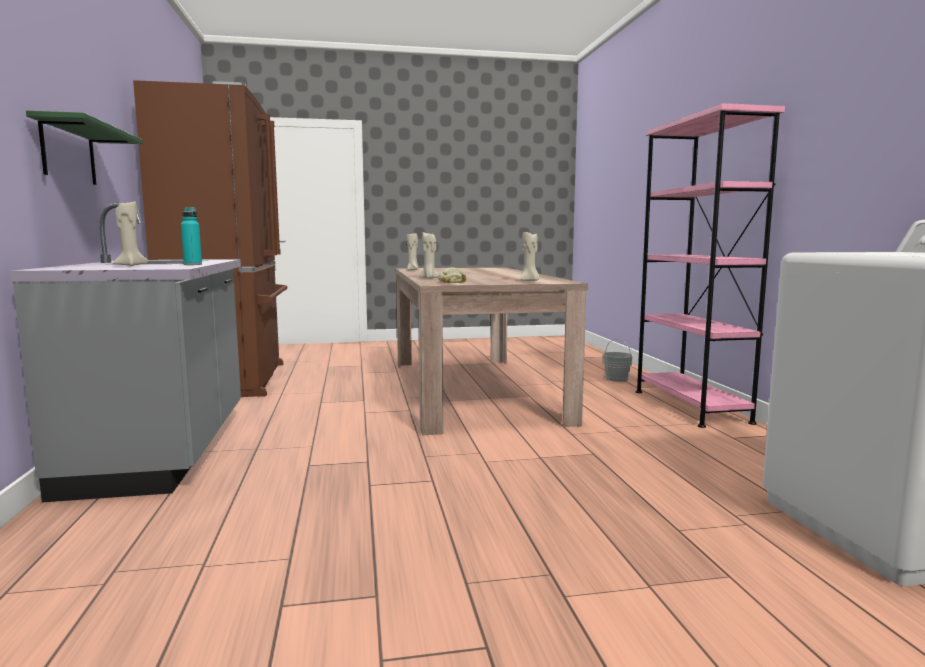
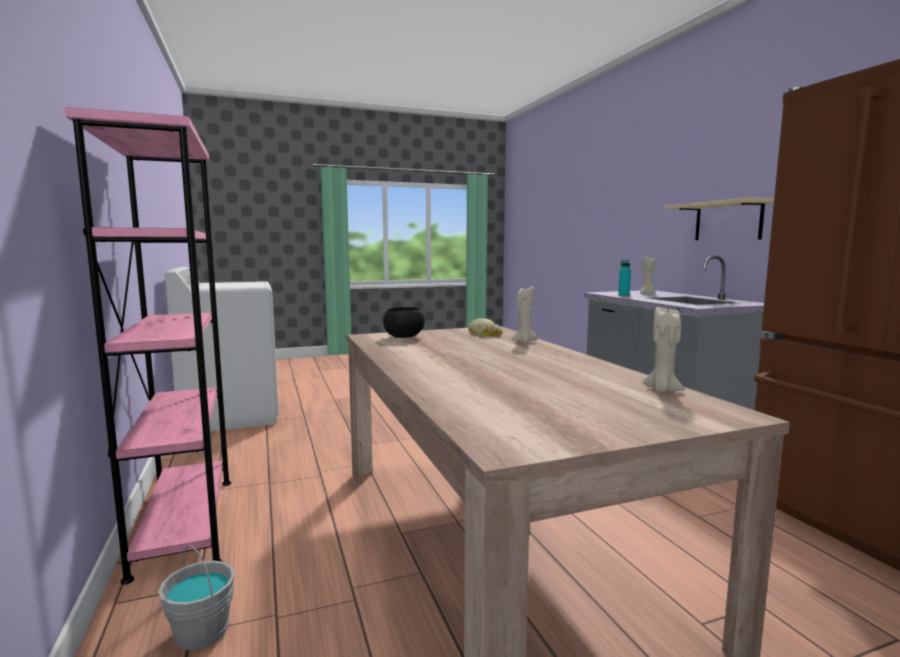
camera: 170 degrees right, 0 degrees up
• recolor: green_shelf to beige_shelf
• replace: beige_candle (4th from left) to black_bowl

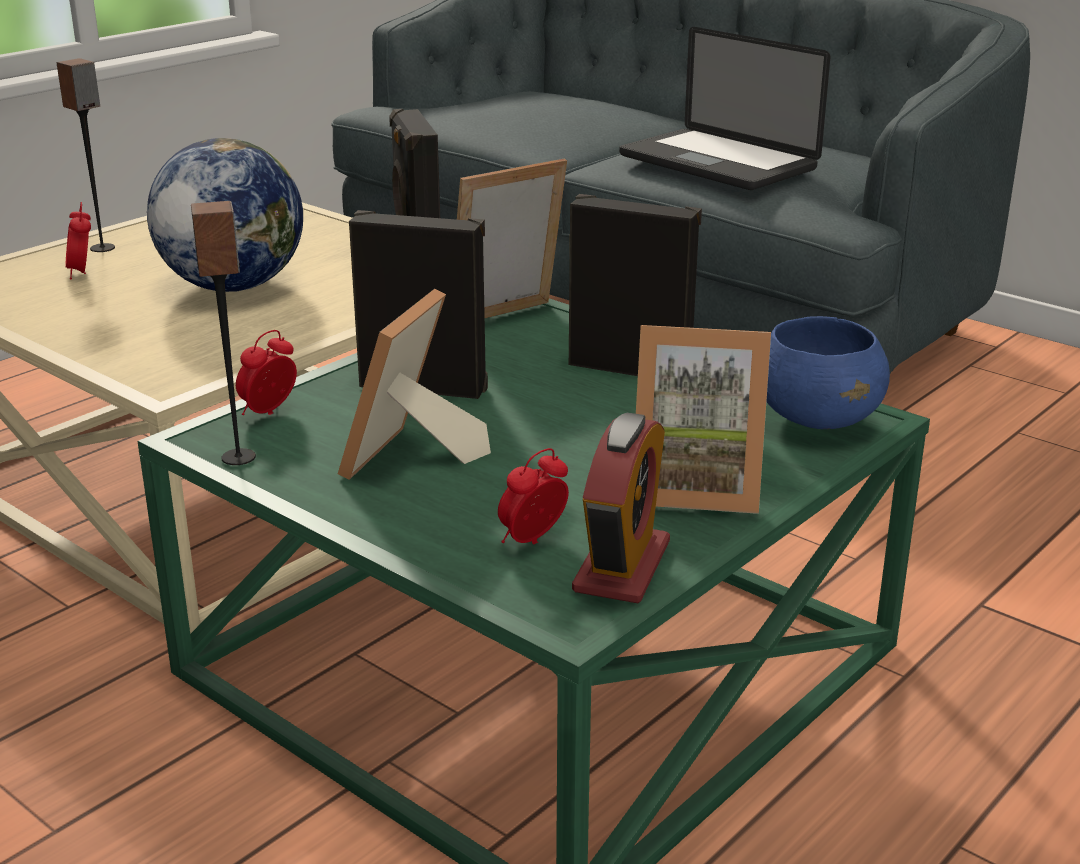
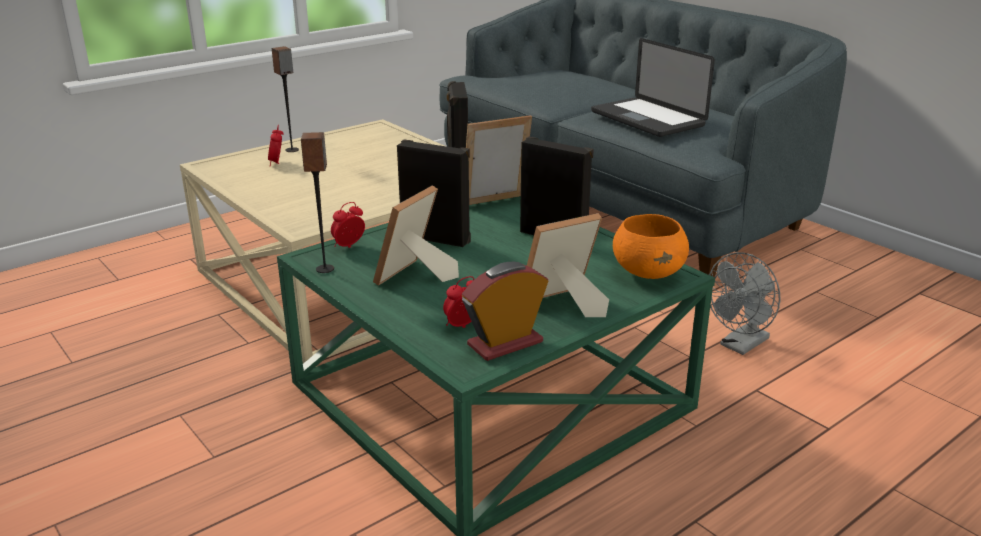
camera: 10 degrees right, 0 degrees up
• delete: globe
• rotate: alarm_clock (4th from left) 150 degrees counterclockwise
• rotate: picture_frame (3rd from left) 135 degrees clockwise
• recolor: blue_bowl to orange_bowl
• insert: grey_fan

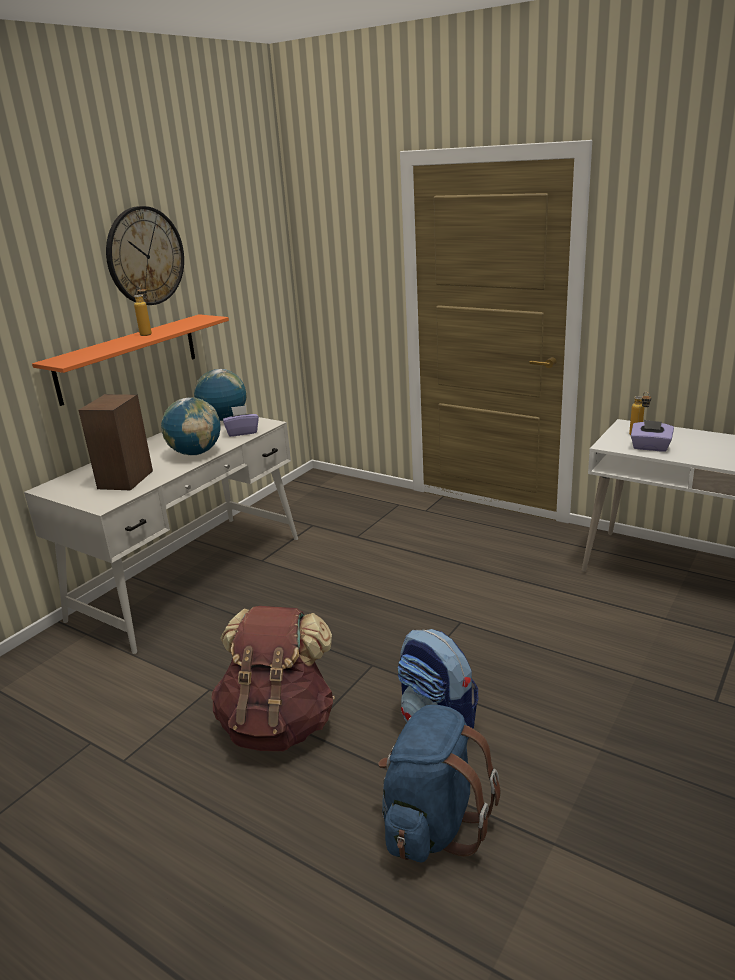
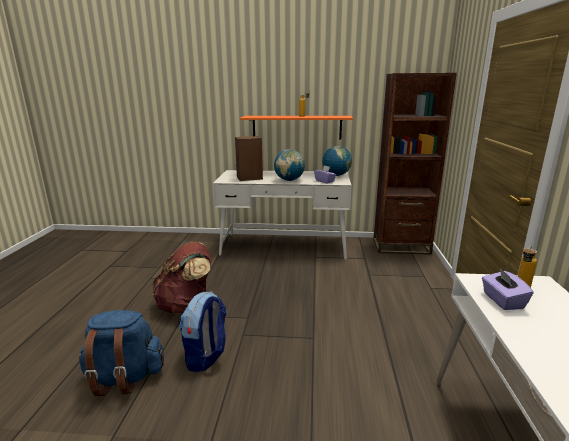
camera: 60 degrees right, 5 degrees down
• delete: wall_clock
• insert: brown_bookcase

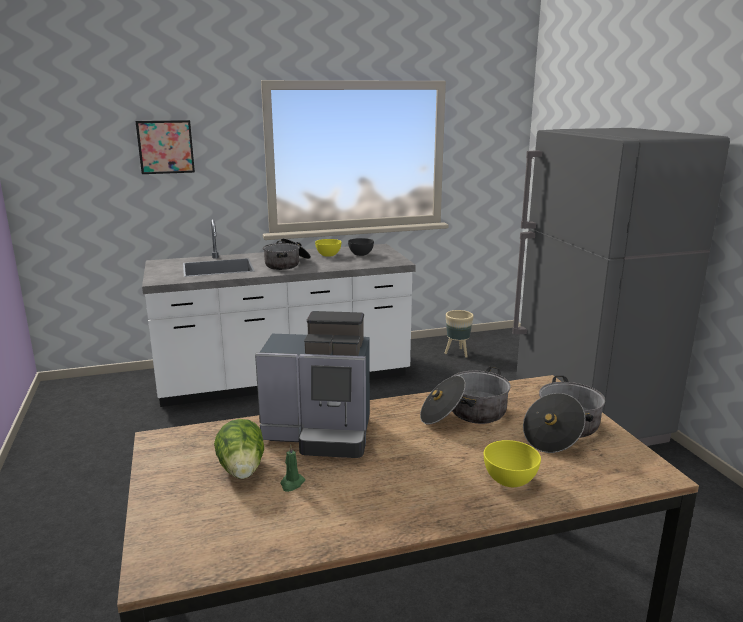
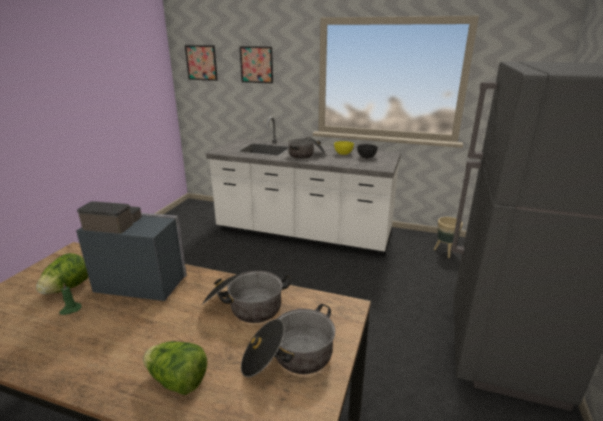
camera: 35 degrees right, 5 degrees up
• rotate: coffee_machine 150 degrees clockwise
• replace: yellow_bowl (2nd from left) to lettuce (2nd from left)
• insert: picture (1st from left)

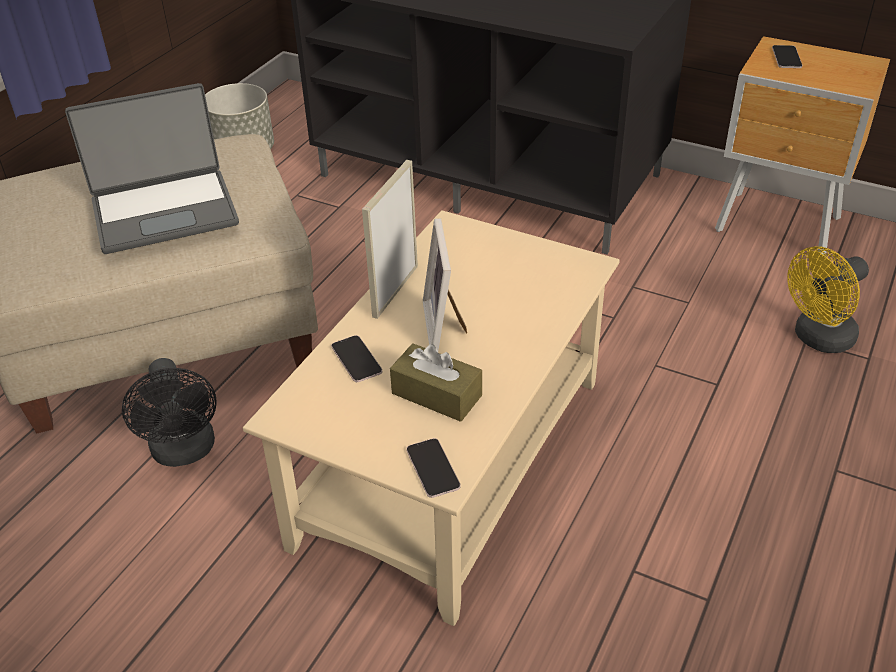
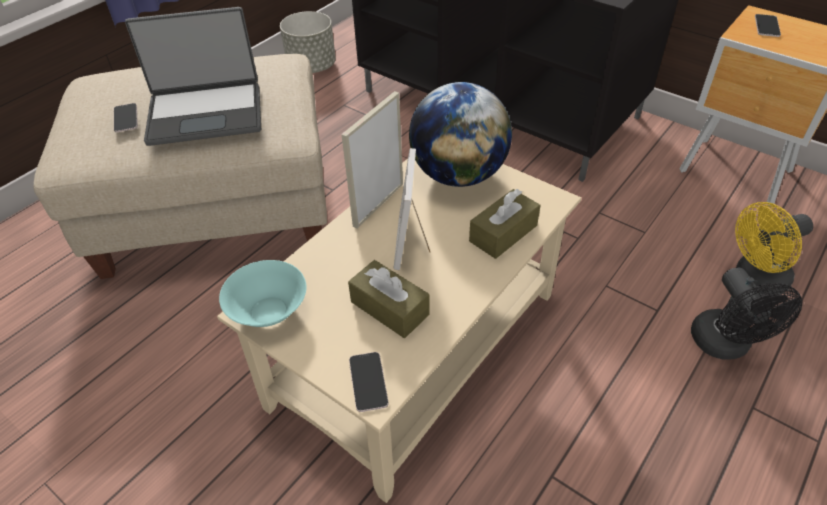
camera: 10 degrees right, 5 degrees up
• move: black_fan
• move: phone (1st from left)
• insert: turquoise_bowl
• insert: globe
• insert: brown_tissue_box (2nd from left)

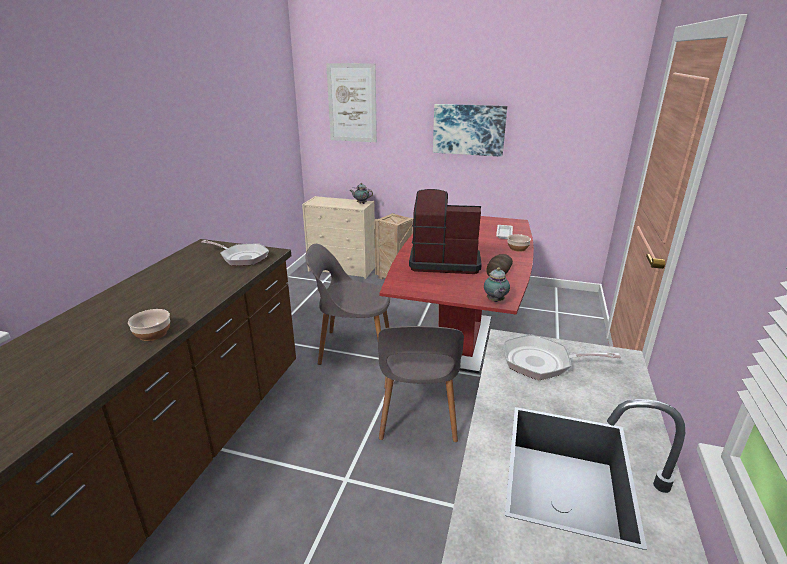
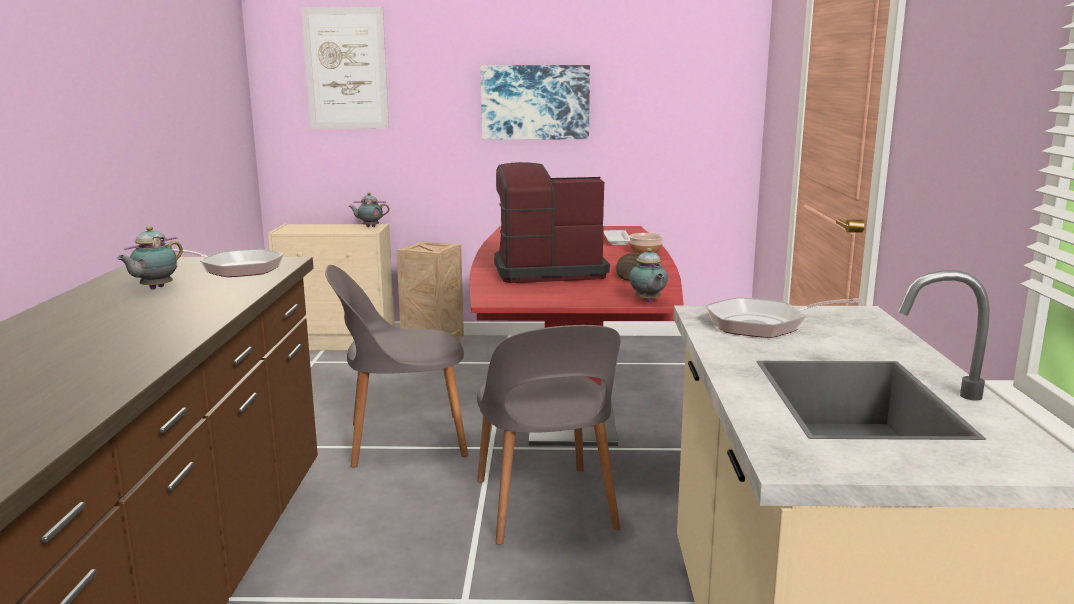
camera: 15 degrees left, 10 degrees down
• delete: bowl (1st from left)
• insert: teapot (1st from left)

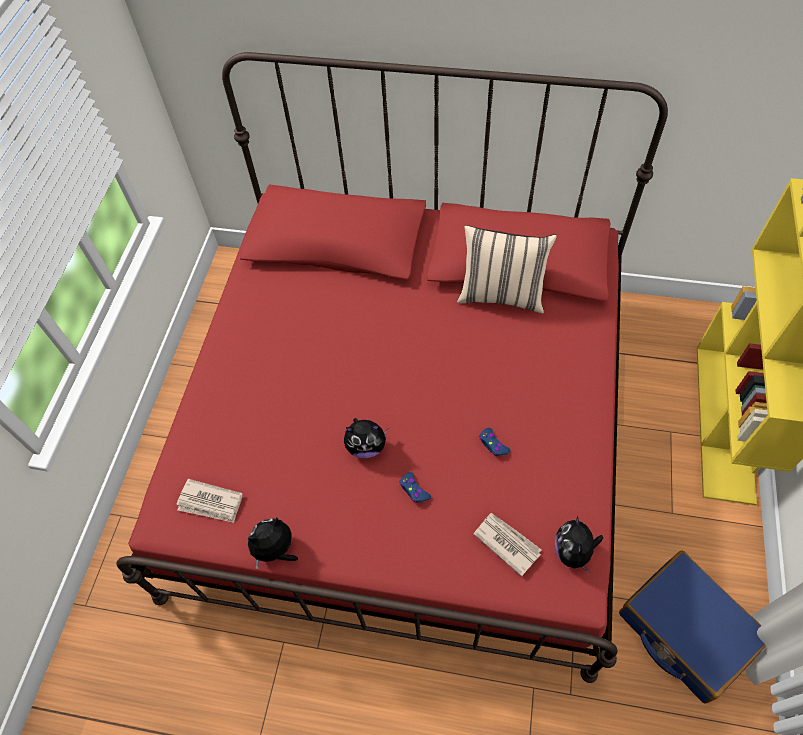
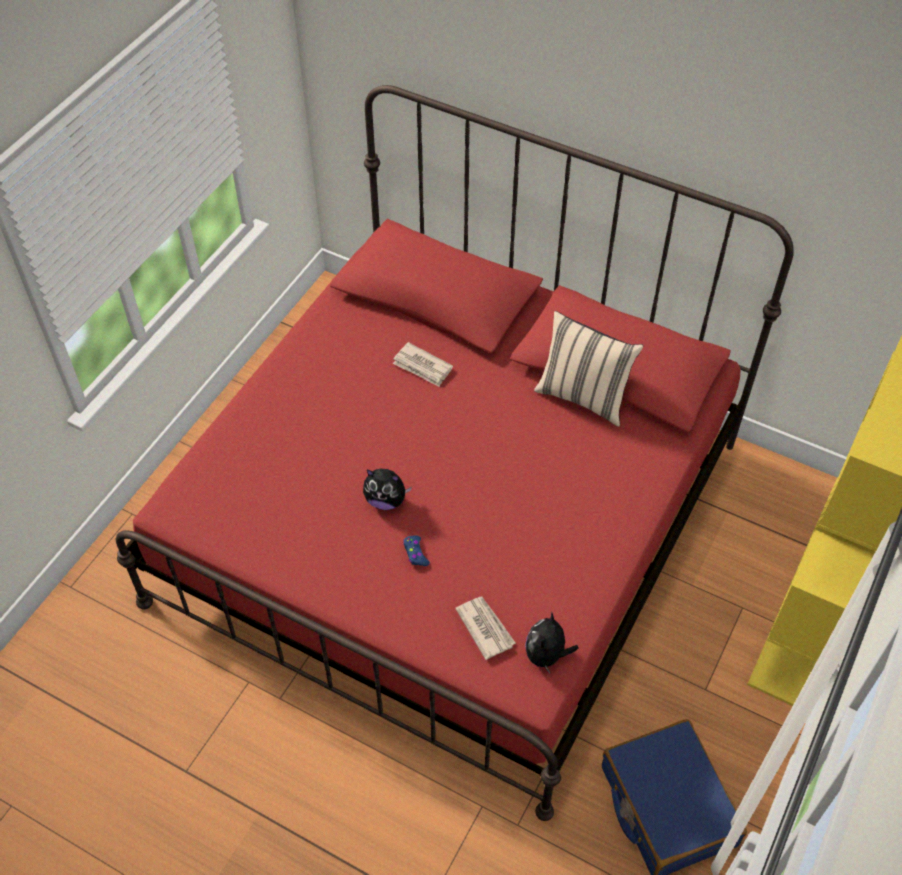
camera: 15 degrees right, 5 degrees down
• move: newspaper (1st from left)
• delete: plush_toy (1st from left)
• delete: blue_game_controller (2nd from left)

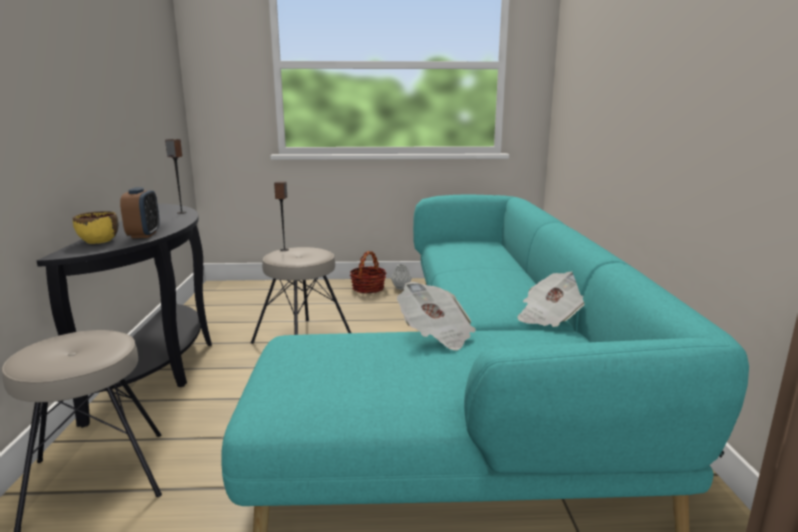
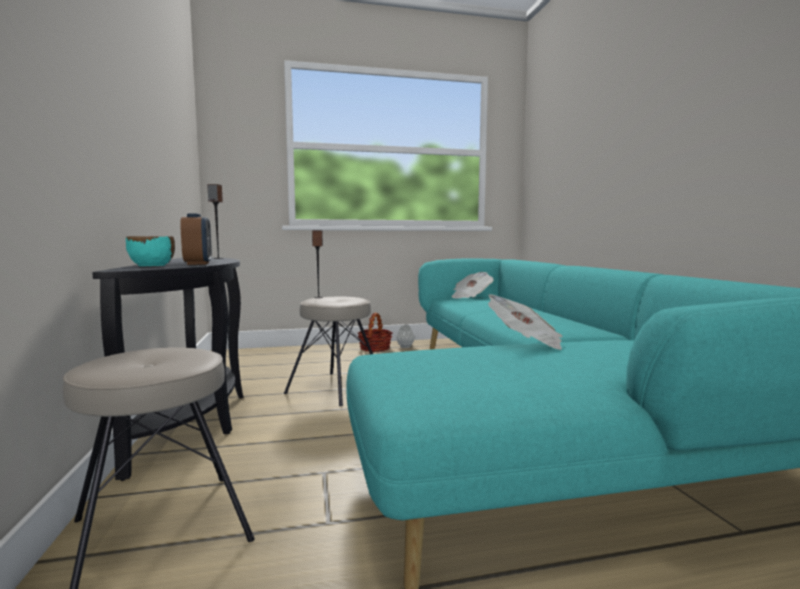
camera: 10 degrees left, 10 degrees down
• recolor: yellow_bowl to turquoise_bowl
• move: newspaper (2nd from left in the first image) to newspaper (1st from left)

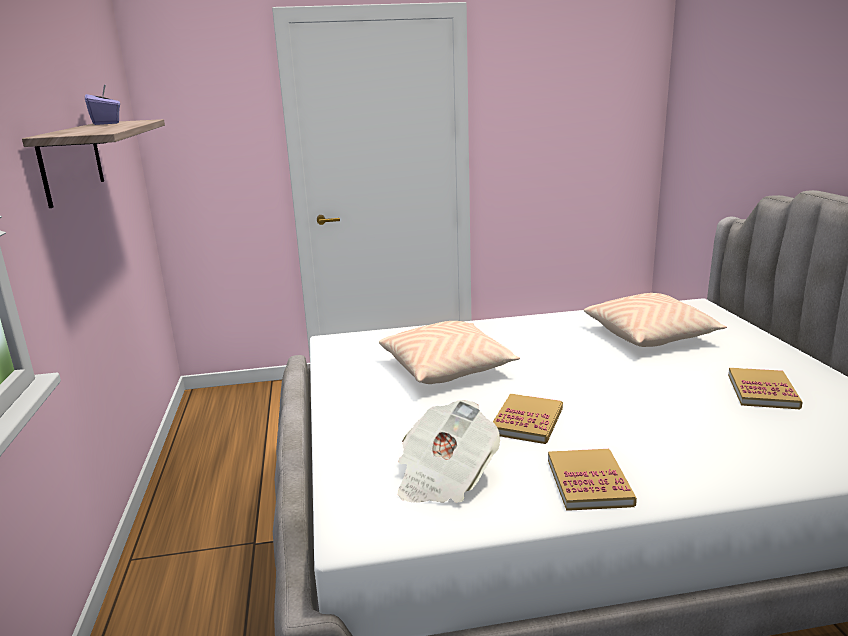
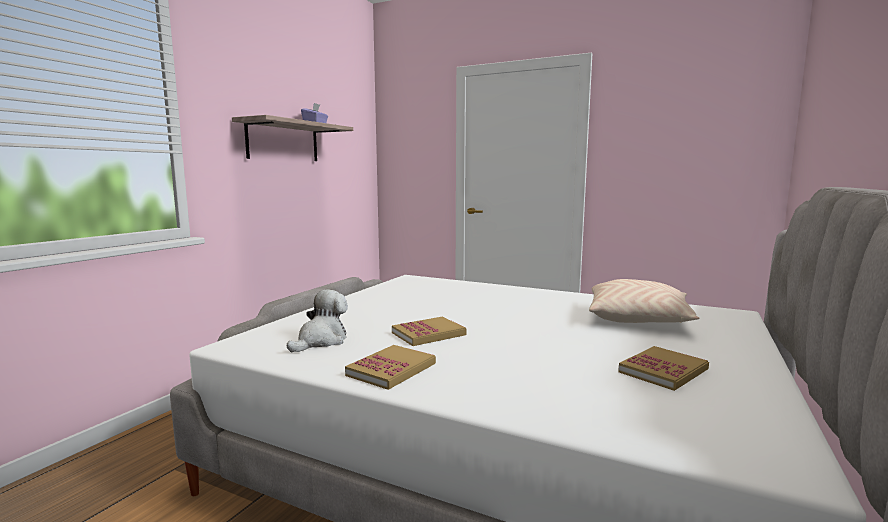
camera: 35 degrees right, 10 degrees down
• delete: beige_pillow (1st from left)
• replace: newspaper to plush_toy

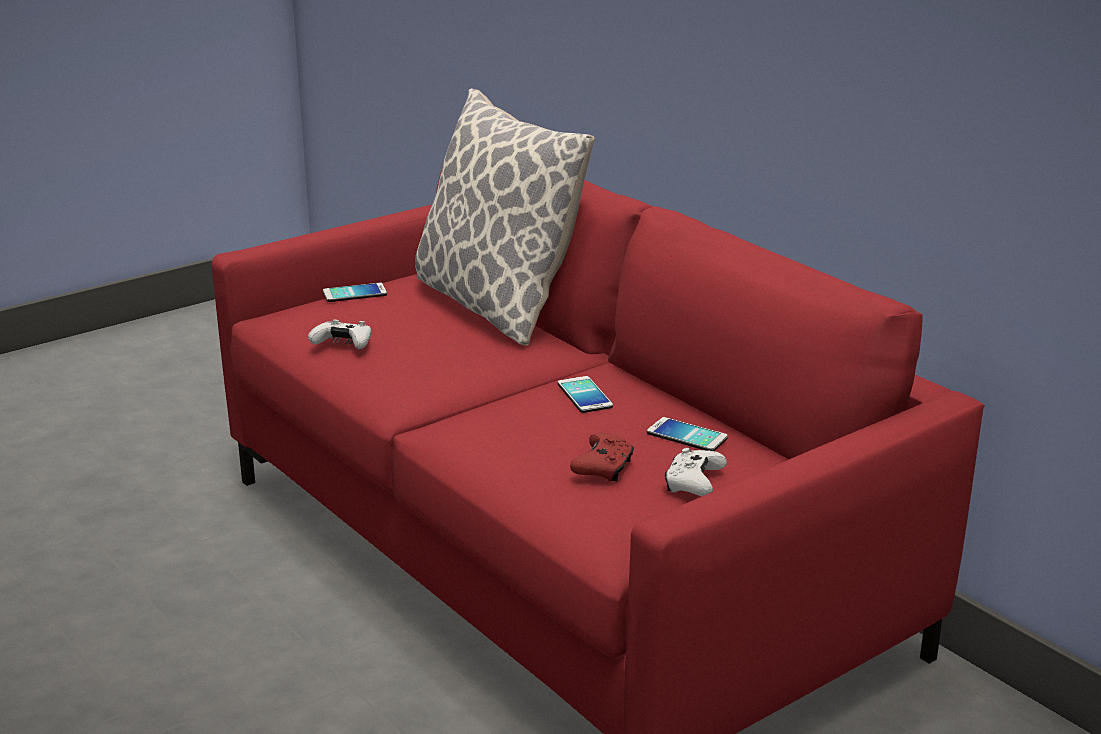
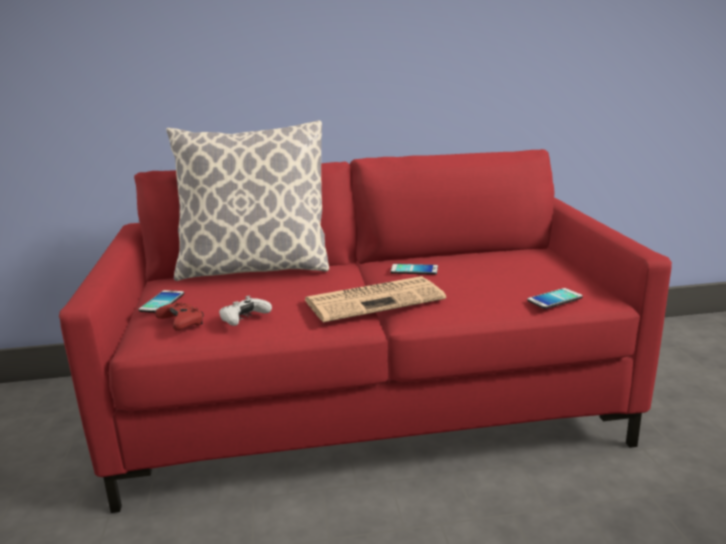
camera: 60 degrees left, 5 degrees down
• move: red_game_controller
• move: phone (3rd from left)
• delete: white_game_controller (2nd from left)
• insert: newspaper

